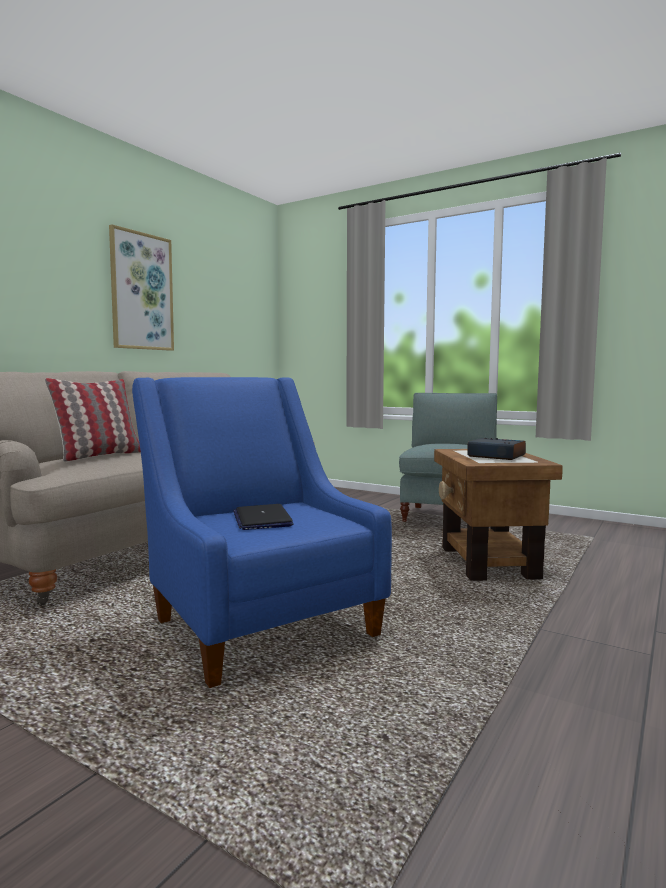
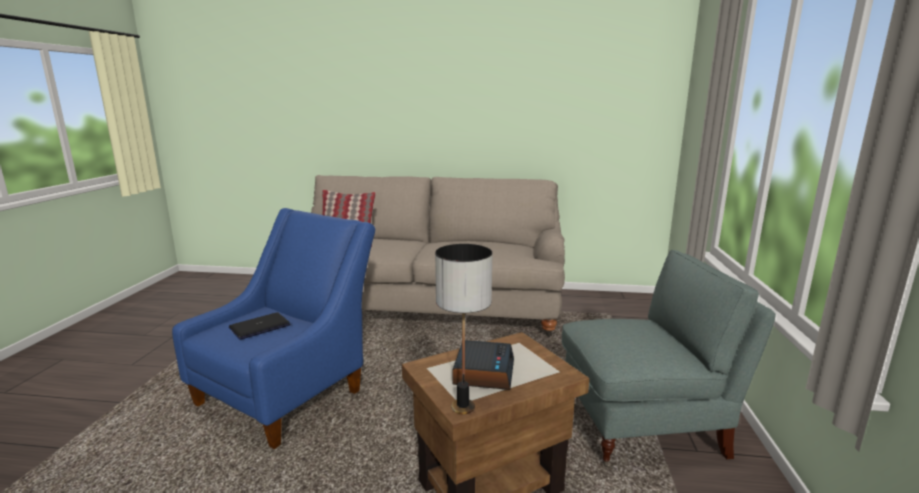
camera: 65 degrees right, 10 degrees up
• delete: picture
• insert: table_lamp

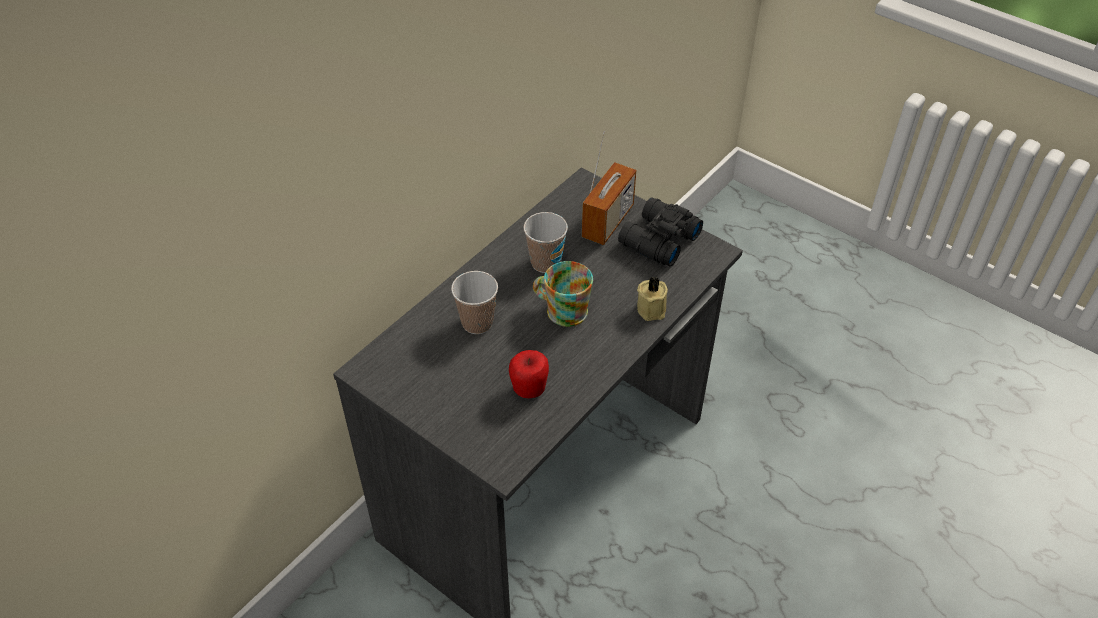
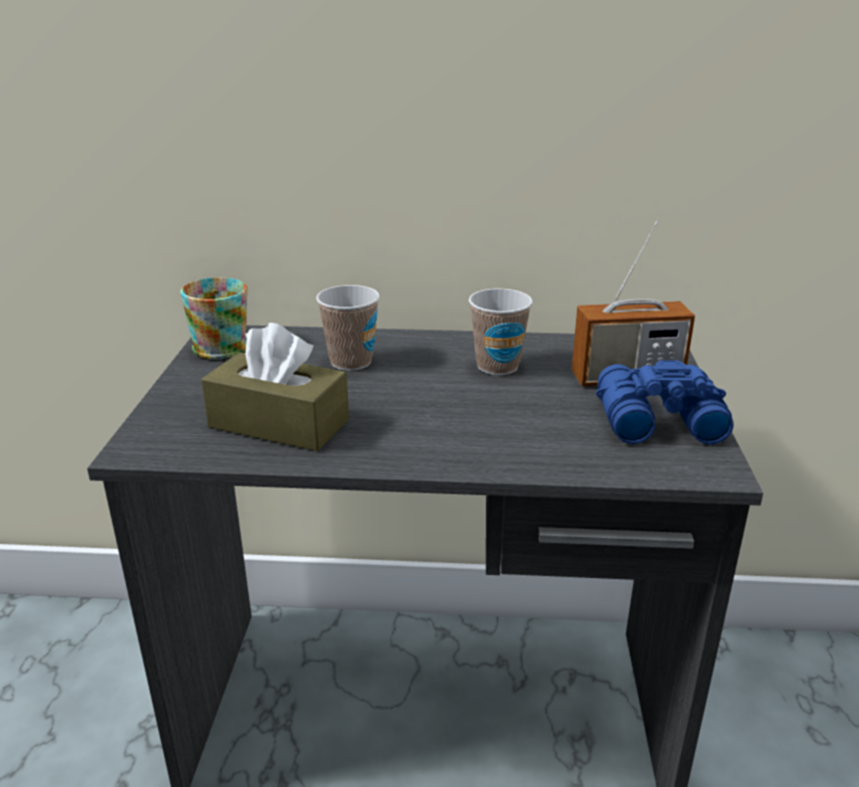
camera: 55 degrees right, 20 degrees down
• replace: apple to brown_tissue_box
• move: mug
• recolor: black_binoculars to blue_binoculars
• delete: beige_candle

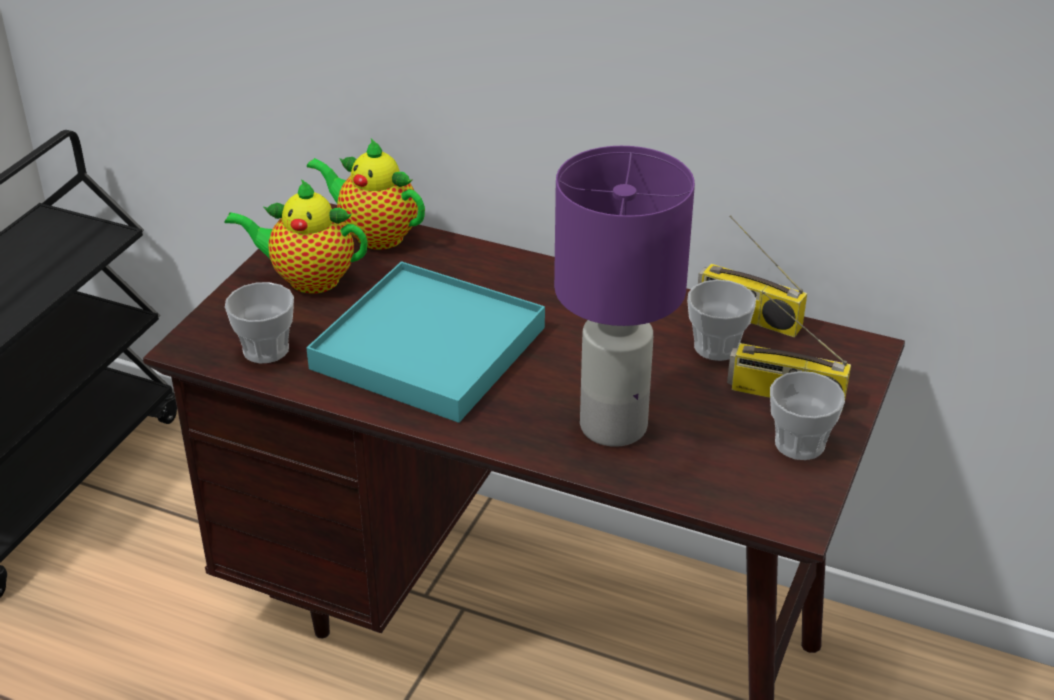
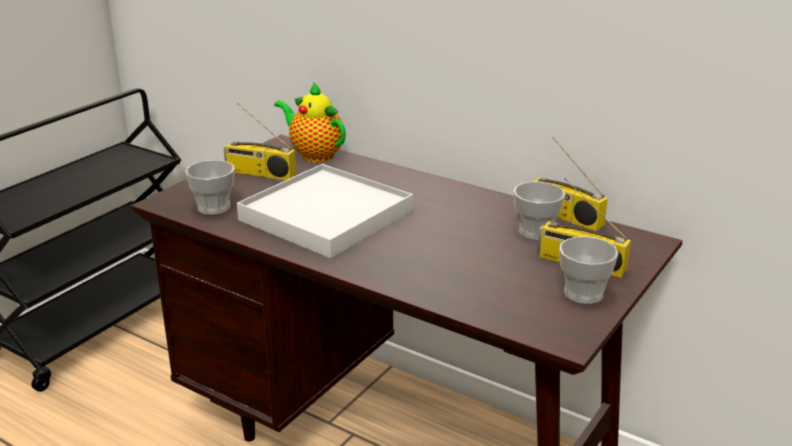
camera: 10 degrees right, 10 degrees down
• replace: teapot (1st from left) to radio (1st from left)
• recolor: turquoise_tray to white_tray
• delete: purple_table_lamp

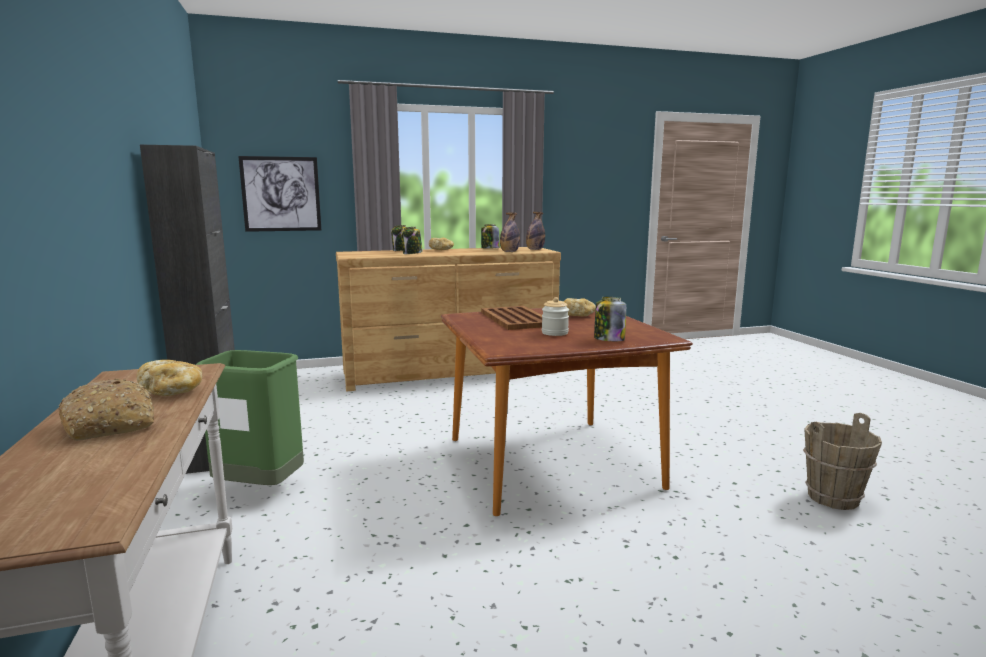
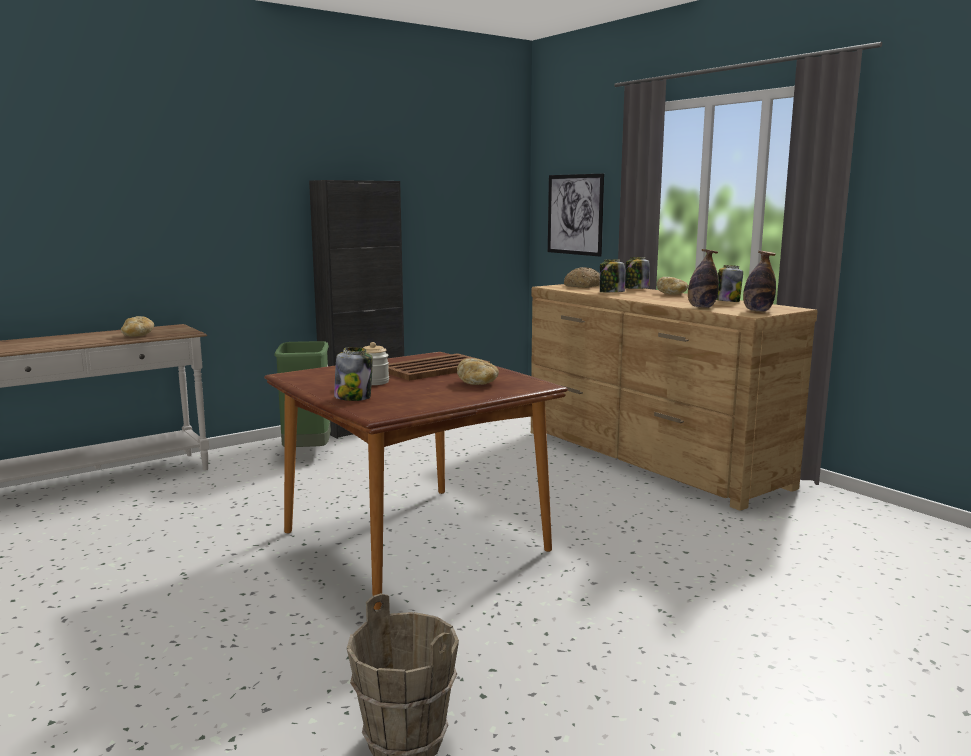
camera: 70 degrees right, 0 degrees up
• move: bread (1st from left in the first image) to bread (3rd from left)

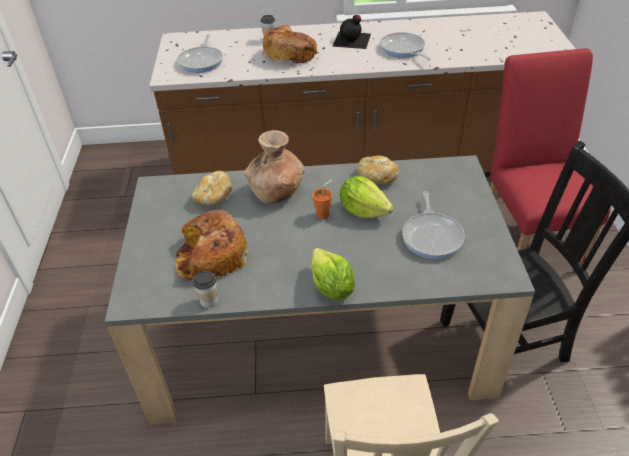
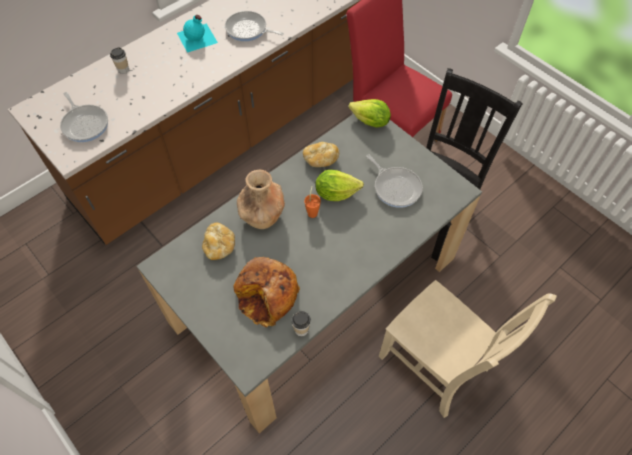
camera: 40 degrees left, 15 degrees up
• delete: bread (3rd from left)
• move: lettuce (1st from left in the first image) to lettuce (2nd from left)
• recolor: black_bottle to turquoise_bottle

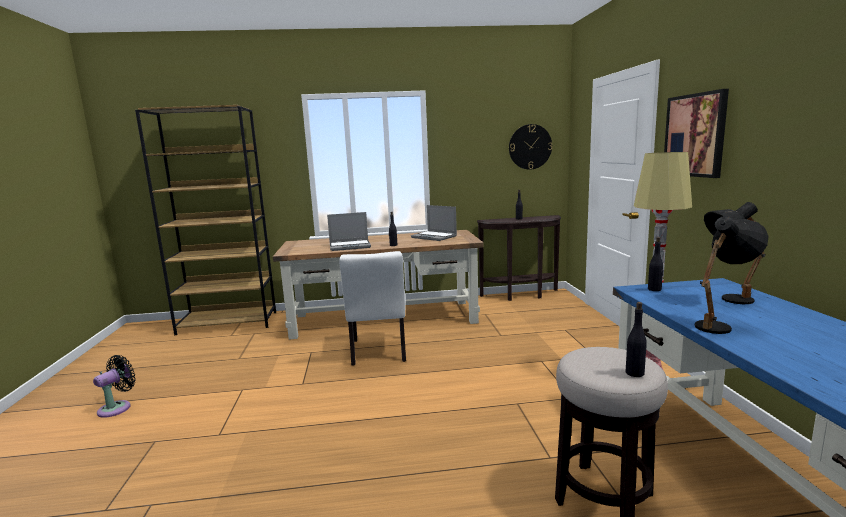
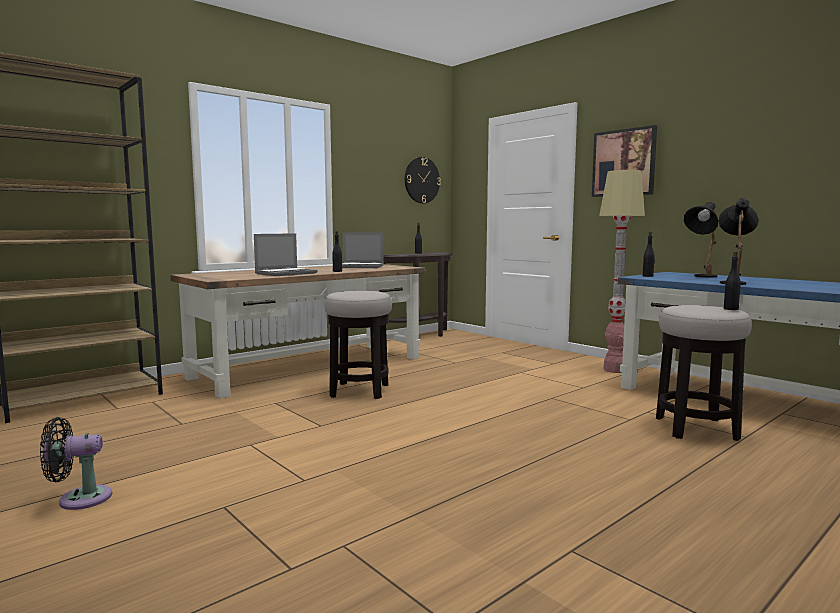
camera: 35 degrees left, 5 degrees down
• rotate: black_fan 105 degrees counterclockwise
• replace: white_chair to stool (1st from left)

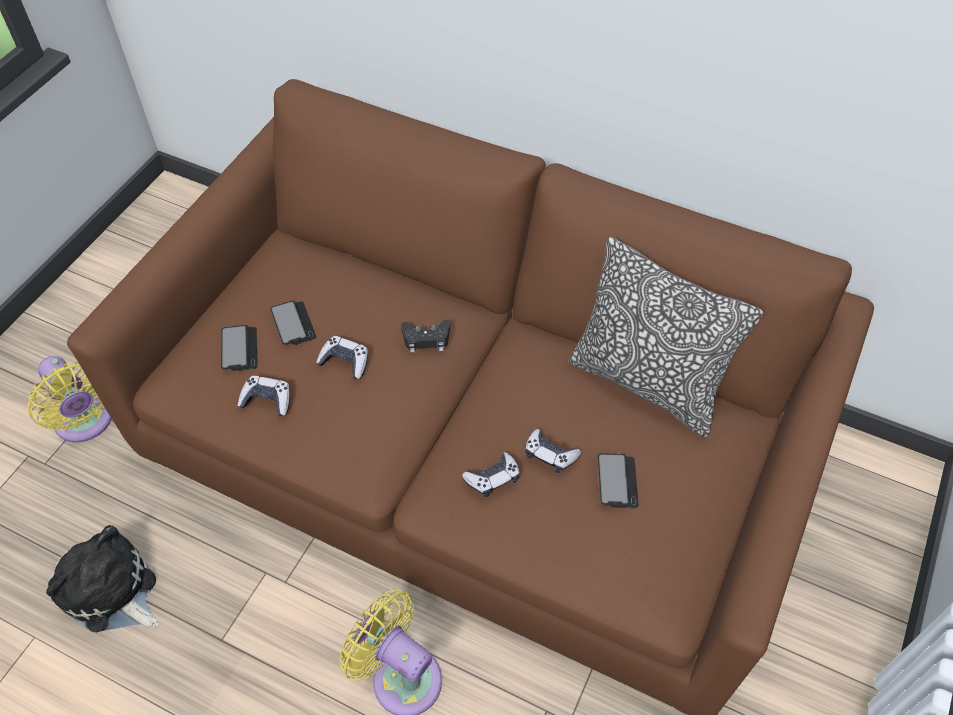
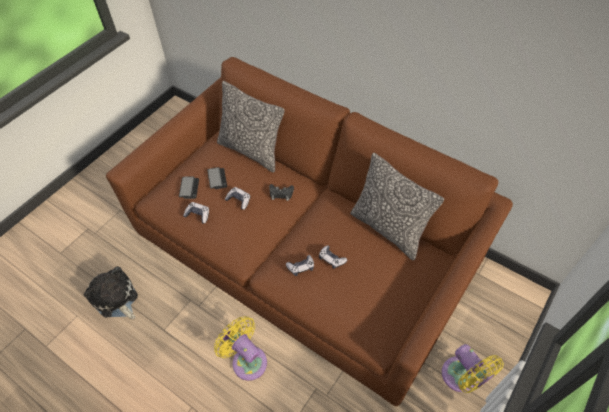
camera: 10 degrees right, 0 degrees up
• move: yellow_fan (1st from left in the first image) to yellow_fan (2nd from left)
• delete: phone (3rd from left)
• insert: pillow (1st from left)

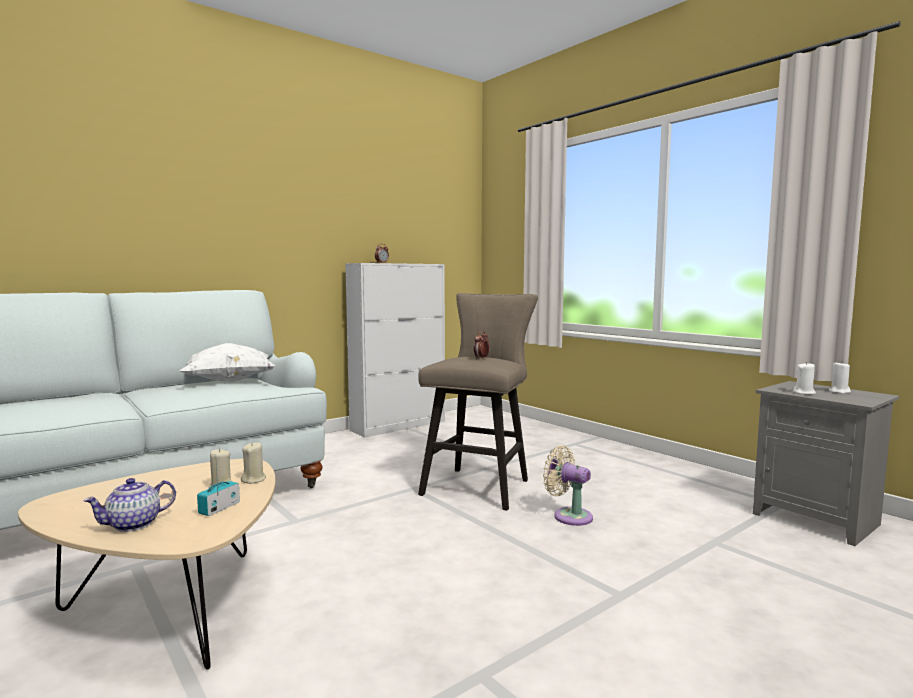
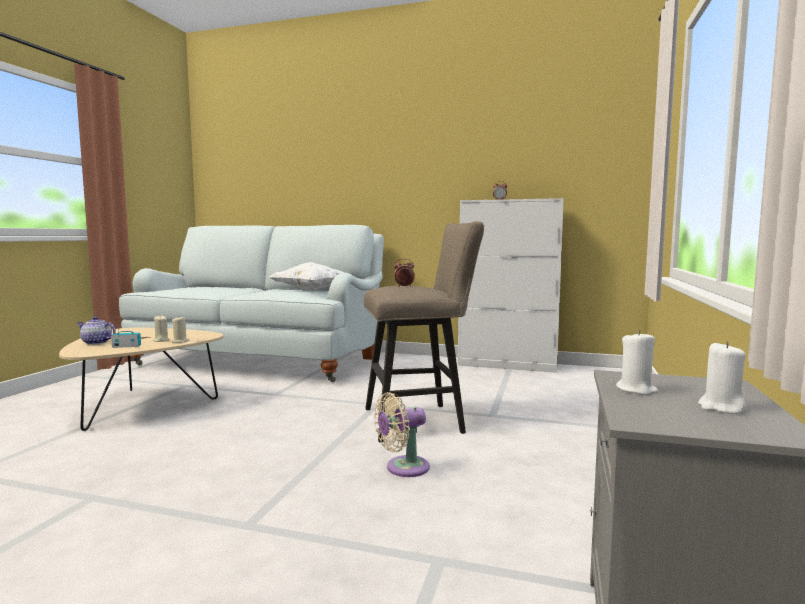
camera: 55 degrees right, 0 degrees up
• rotate: beige_fan 120 degrees counterclockwise

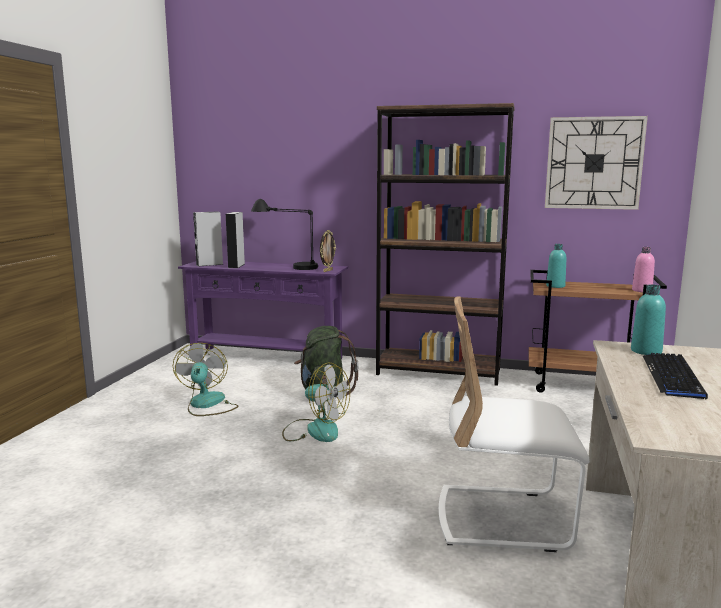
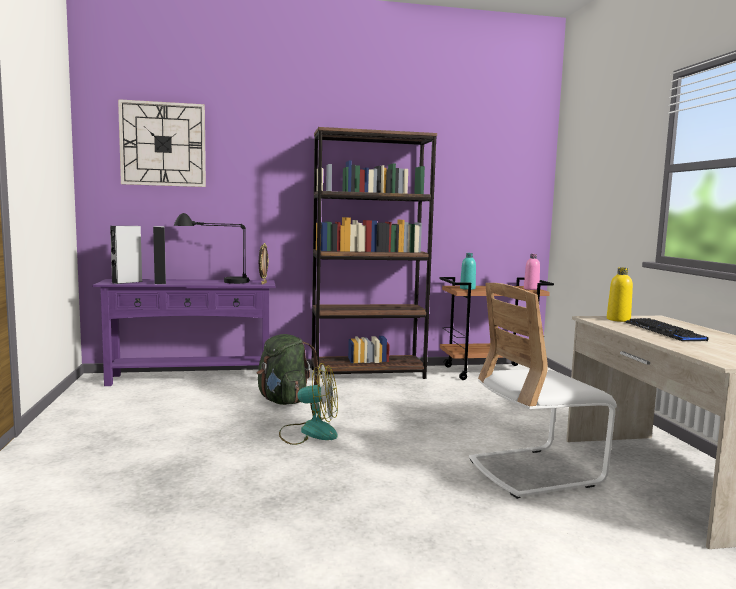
camera: 25 degrees left, 5 degrees down
• delete: fan (1st from left)
• move: wall_clock
• recolor: turquoise_bottle (2nd from left) to yellow_bottle

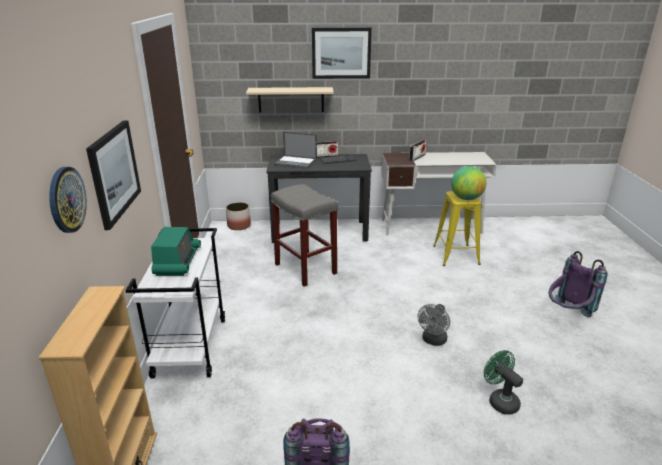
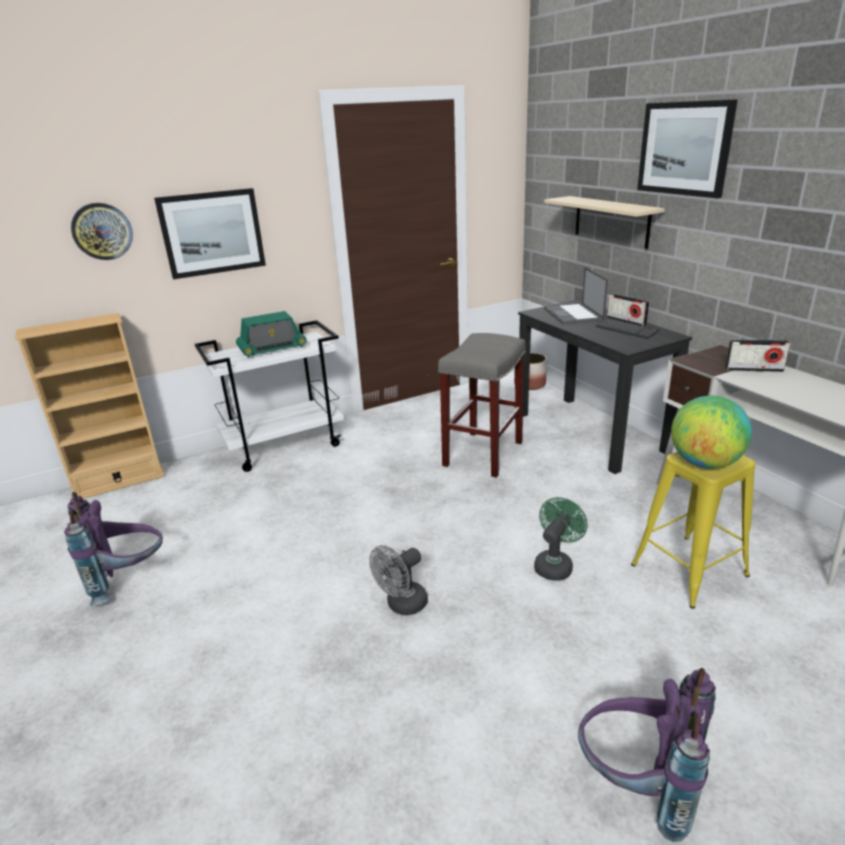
camera: 65 degrees right, 0 degrees up
• rotate: grey_fan 45 degrees counterclockwise
• move: green_fan

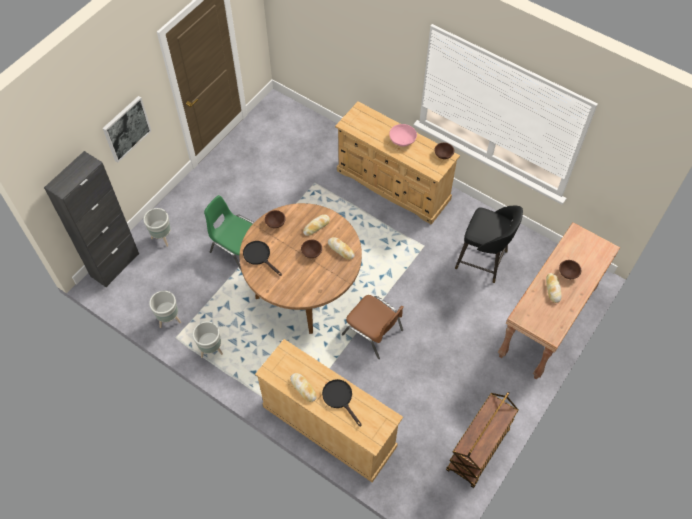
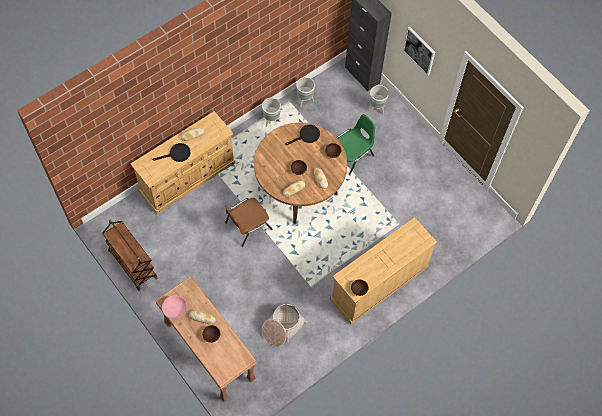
camera: 105 degrees right, 5 degrees up
• move: pink_bowl
• replace: black_stool to basket

